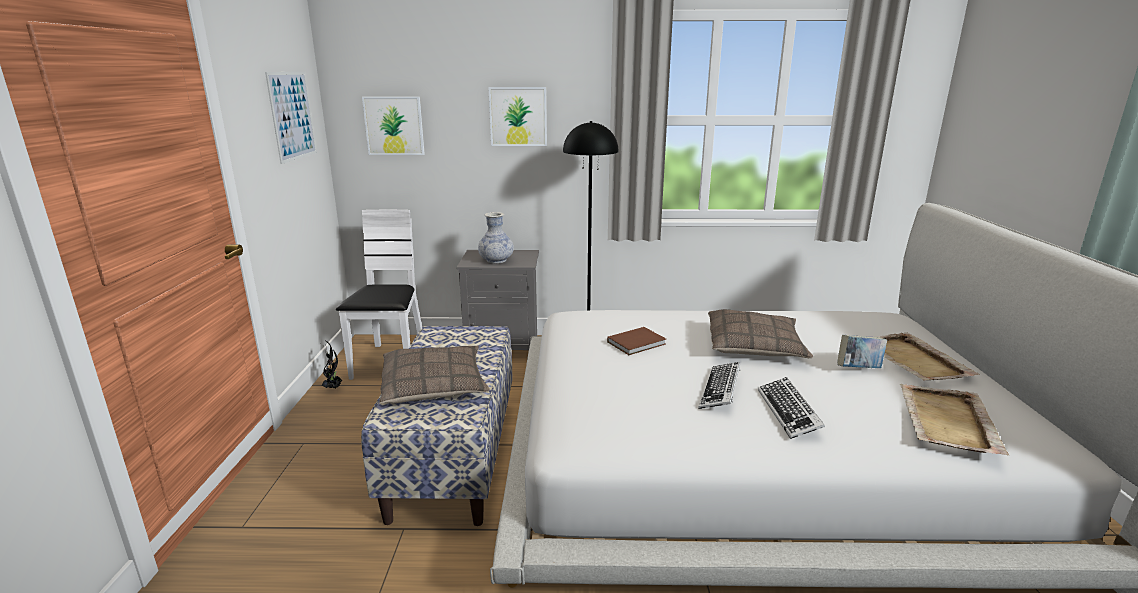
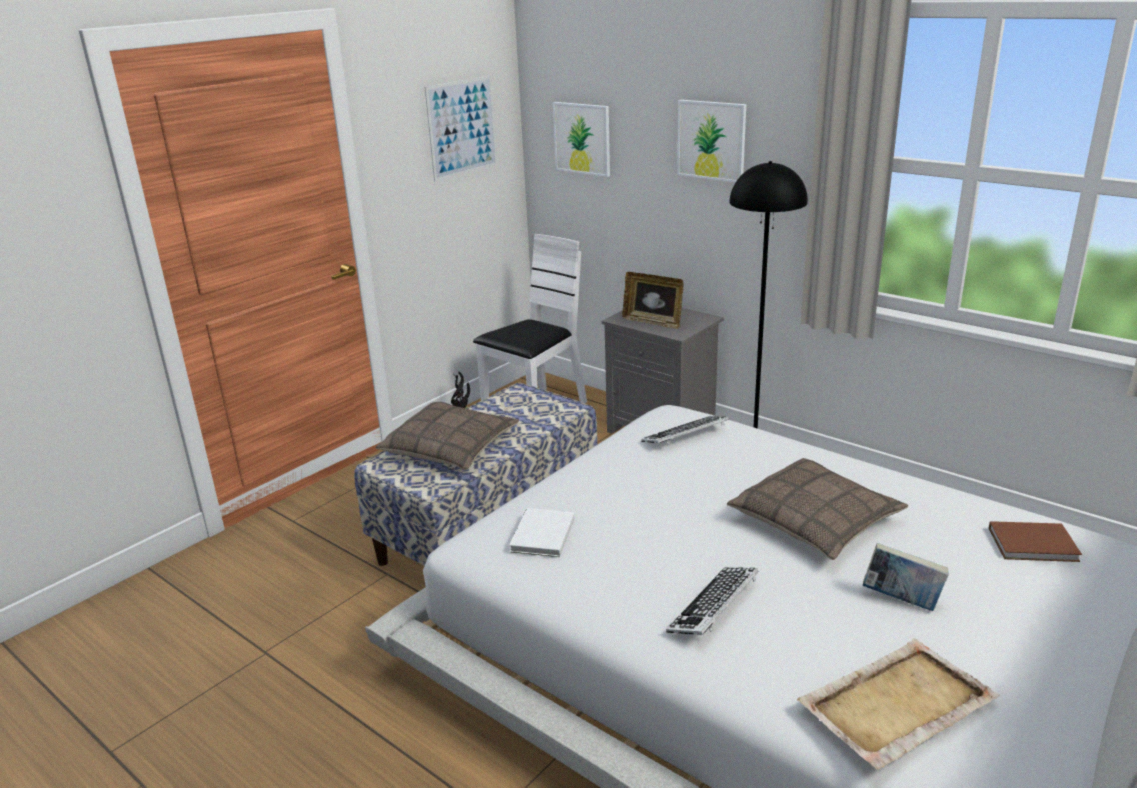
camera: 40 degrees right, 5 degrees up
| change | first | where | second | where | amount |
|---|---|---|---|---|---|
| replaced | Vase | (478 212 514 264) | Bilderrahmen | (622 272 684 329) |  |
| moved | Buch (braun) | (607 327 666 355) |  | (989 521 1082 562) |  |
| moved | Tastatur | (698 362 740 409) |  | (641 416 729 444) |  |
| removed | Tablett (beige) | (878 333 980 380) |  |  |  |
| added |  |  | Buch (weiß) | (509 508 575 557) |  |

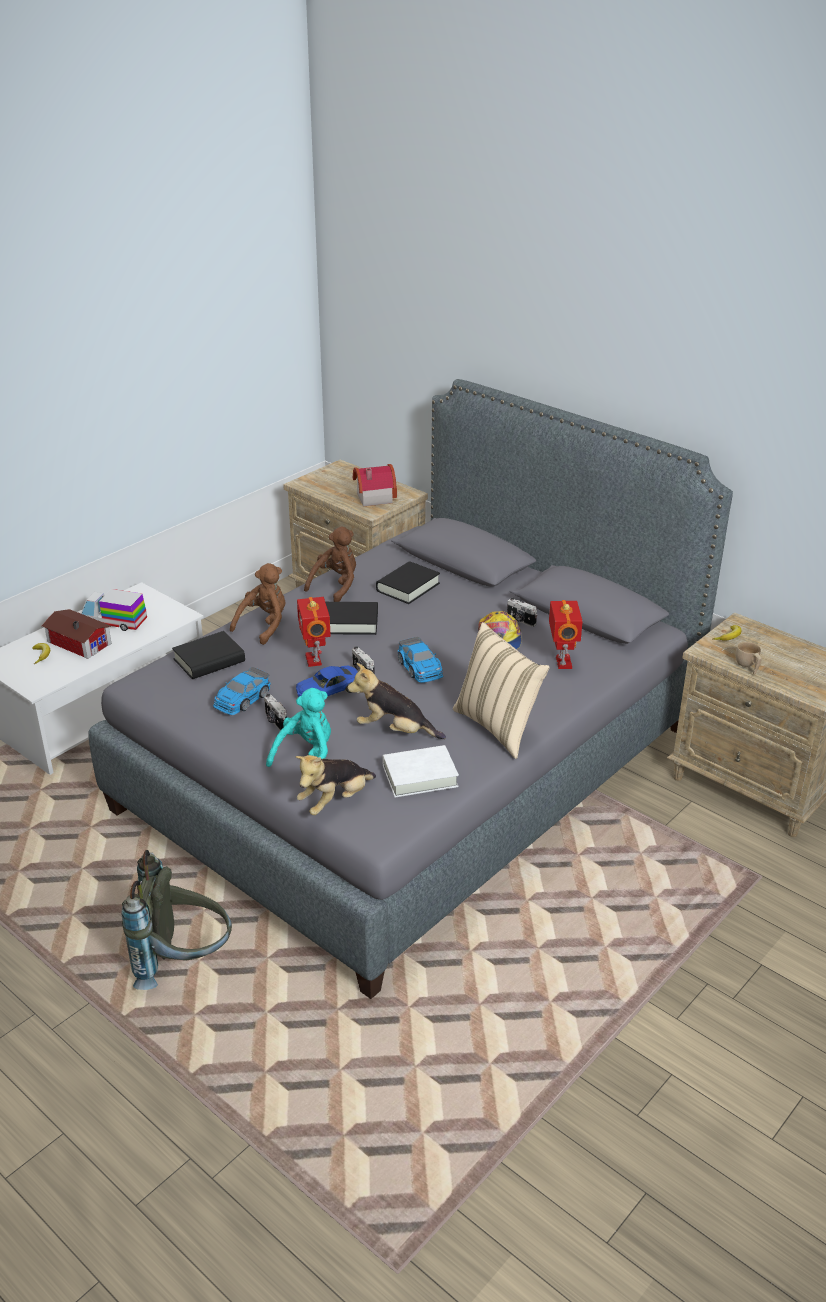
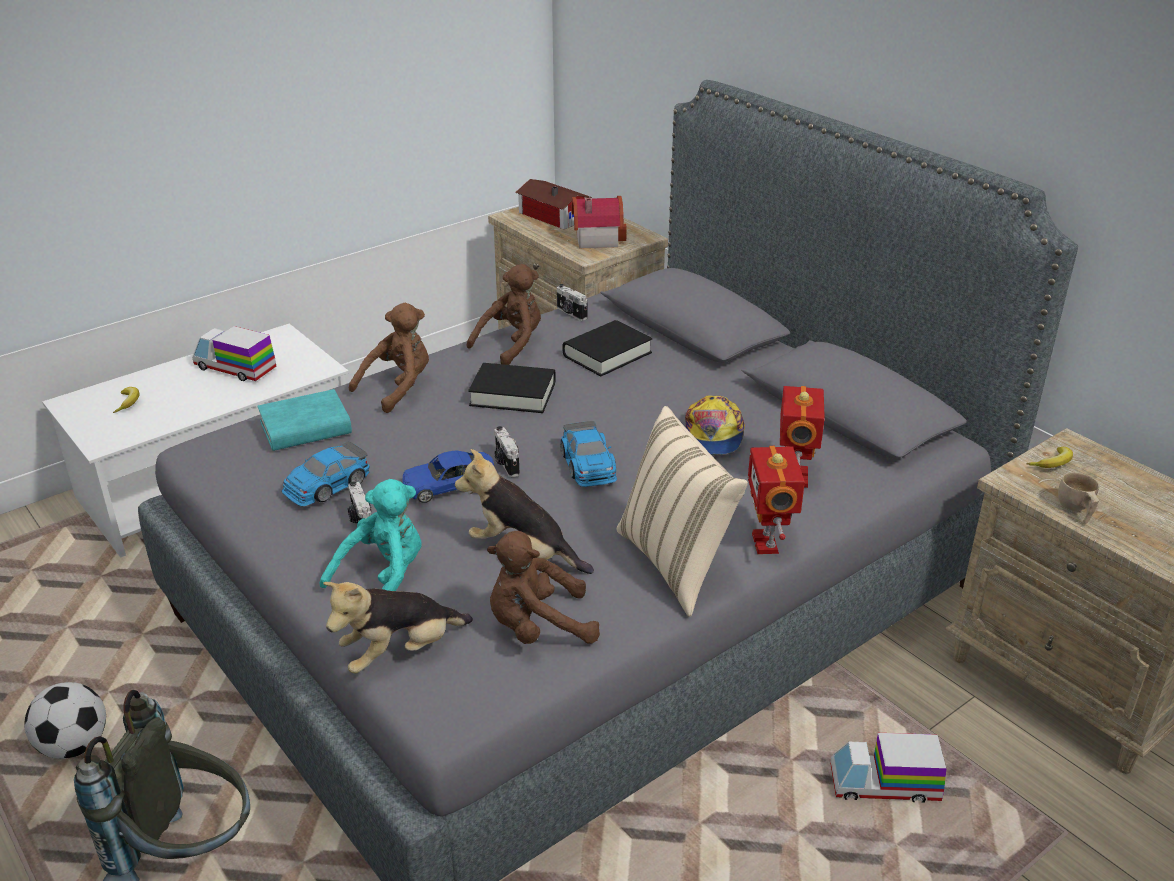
camera: 10 degrees right, 0 degrees up
| change | first | where | second | where | amount |
|---|---|---|---|---|---|
| moved | Spielzeughaus | (41 609 112 659) |  | (515 179 592 229) |  |
| recoloured | Buch (schwarz) | (172 631 245 679) | Buch (türkis) | (257 389 352 451) |  |
| moved | Spielzeugroboter | (297 597 331 667) |  | (748 446 805 554) |  |
| replaced | Buch (weiß) | (382 745 459 797) | Plüschtier (braun) | (487 531 600 644) |  |
| moved | Kamera | (507 598 537 627) |  | (557 284 587 321) |  |
| added |  |  | Fußball | (24 682 106 759) |  |
| added |  |  | Spielzeuglaster | (830 733 947 803) |  |

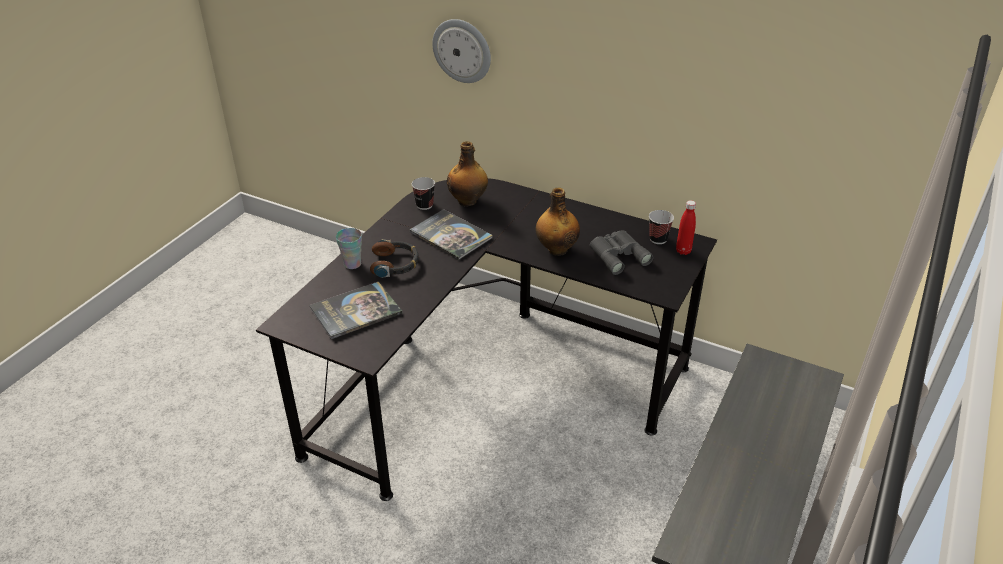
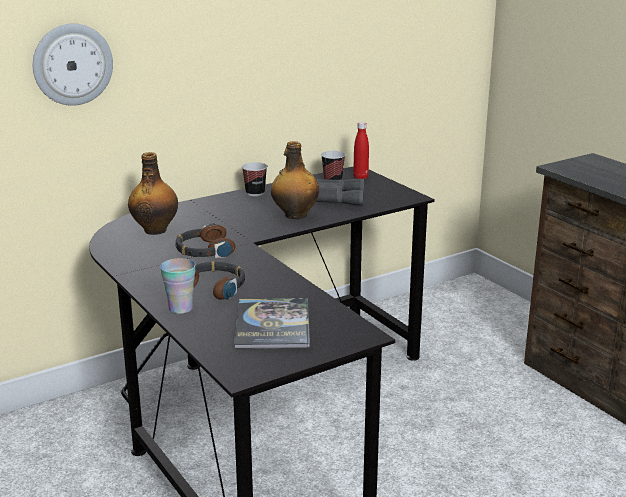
camera: 60 degrees left, 15 degrees down
| change | first | where | second | where | amount |
|---|---|---|---|---|---|
| replaced | Buch | (409 209 493 260) | Kopfhörer | (175 223 235 258) |  |
| moved | Tasse | (412 177 435 210) |  | (242 162 267 196) |  |

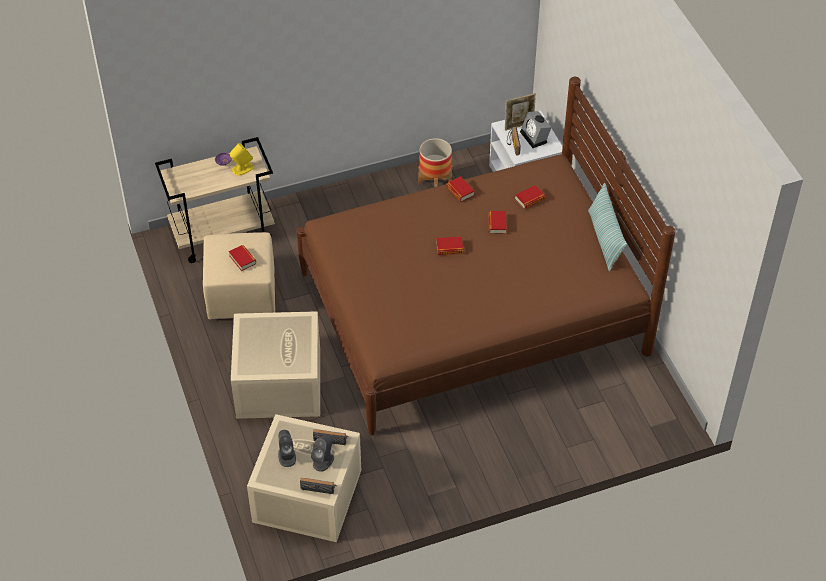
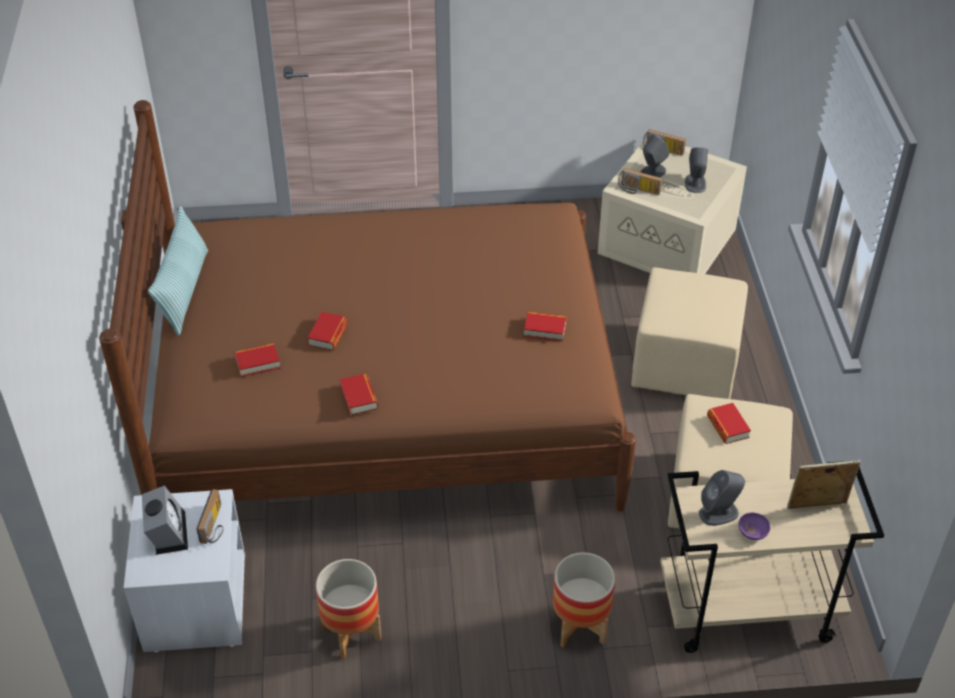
camera: 165 degrees left, 5 degrees down
| change | first | where | second | where | amount |
|---|---|---|---|---|---|
| recoloured | Lautsprecher (gelb) | (230 143 254 176) | Lautsprecher (grau) | (699 470 745 526) |  |
| replaced | Aufbewahrungsbox (beige) | (231 311 320 419) | Polsterhocker (beige) | (631 267 748 399) |  |
| moved | Buch | (436 237 463 255) |  | (524 312 567 341) |  |
| moved | Bilderrahmen | (505 93 536 131) |  | (787 460 861 509) |  |
| added |  |  | Pflanzkübel | (553 552 615 648) |  |

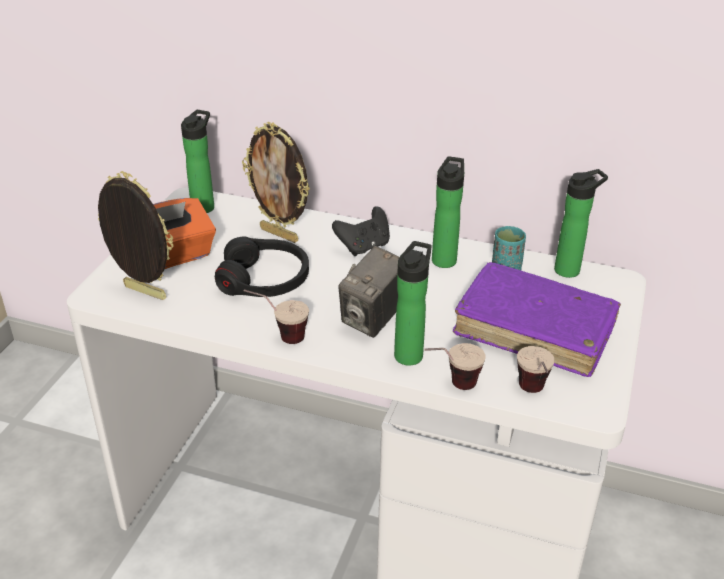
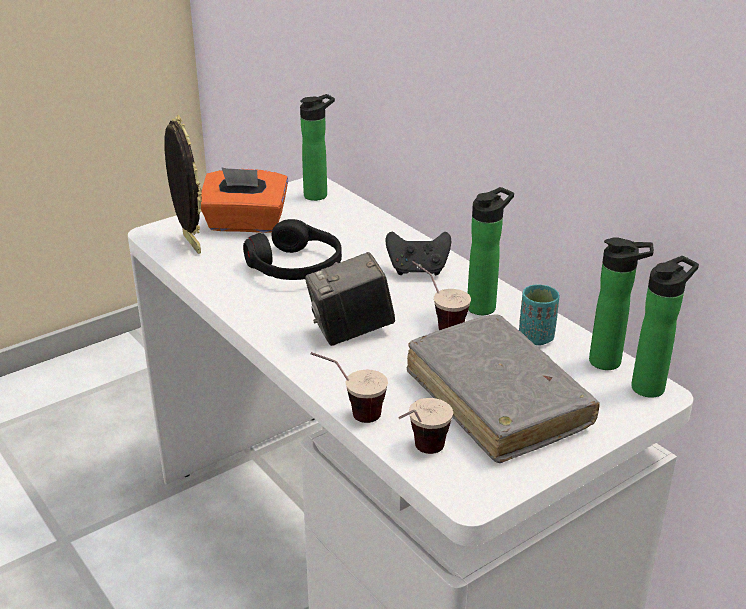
camera: 35 degrees right, 5 degrees down
| change | first | where | second | where | amount |
|---|---|---|---|---|---|
| removed | Bilderrahmen | (242 122 310 243) |  |  |  |
| moved | Tasse | (244 290 309 344) |  | (412 261 471 330) |  |
| moved | Flasche | (394 241 431 366) |  | (631 256 699 398) |  |
| recoloured | Buch (lila) | (453 262 621 377) | Buch (grau) | (407 314 600 463) |  |

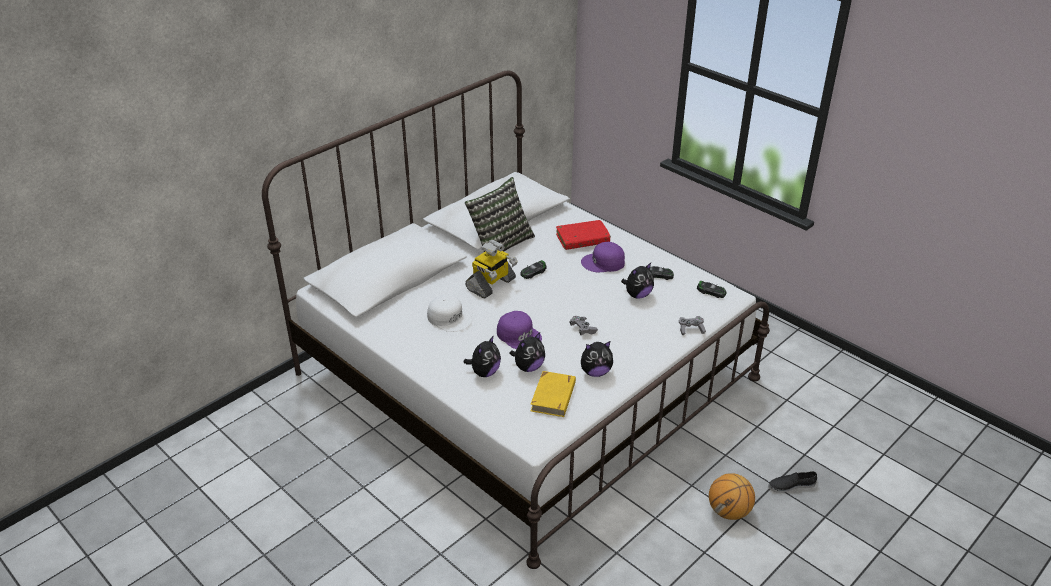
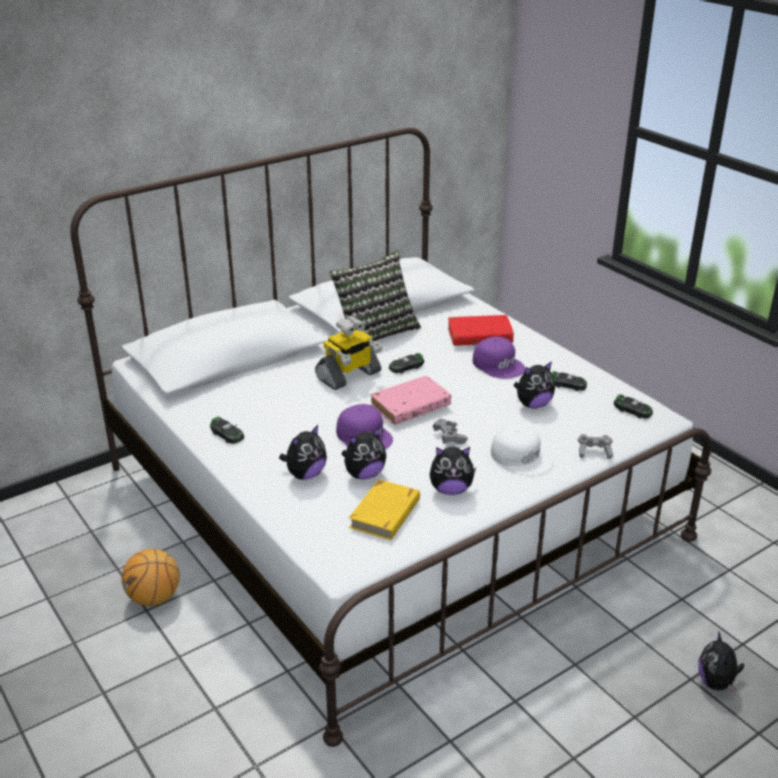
camera: 10 degrees right, 5 degrees down
| change | first | where | second | where | amount |
|---|---|---|---|---|---|
| moved | Kappe (weiß) | (427 295 472 332) |  | (491 424 553 476) |  |
| turned | Kappe (lila) | (581 242 625 272) |  | (473 337 526 379) | 135 degrees counterclockwise |
| moved | Basketball | (709 473 755 520) |  | (122 549 180 606) |  |
| replaced | Schuh (schwarz) | (768 471 817 493) | Plüschtier | (698 631 745 693) |  |
| added |  |  | Spielzeugauto | (210 417 244 444) |  |
| added |  |  | Buch (rosa) | (371 376 451 424) |  |

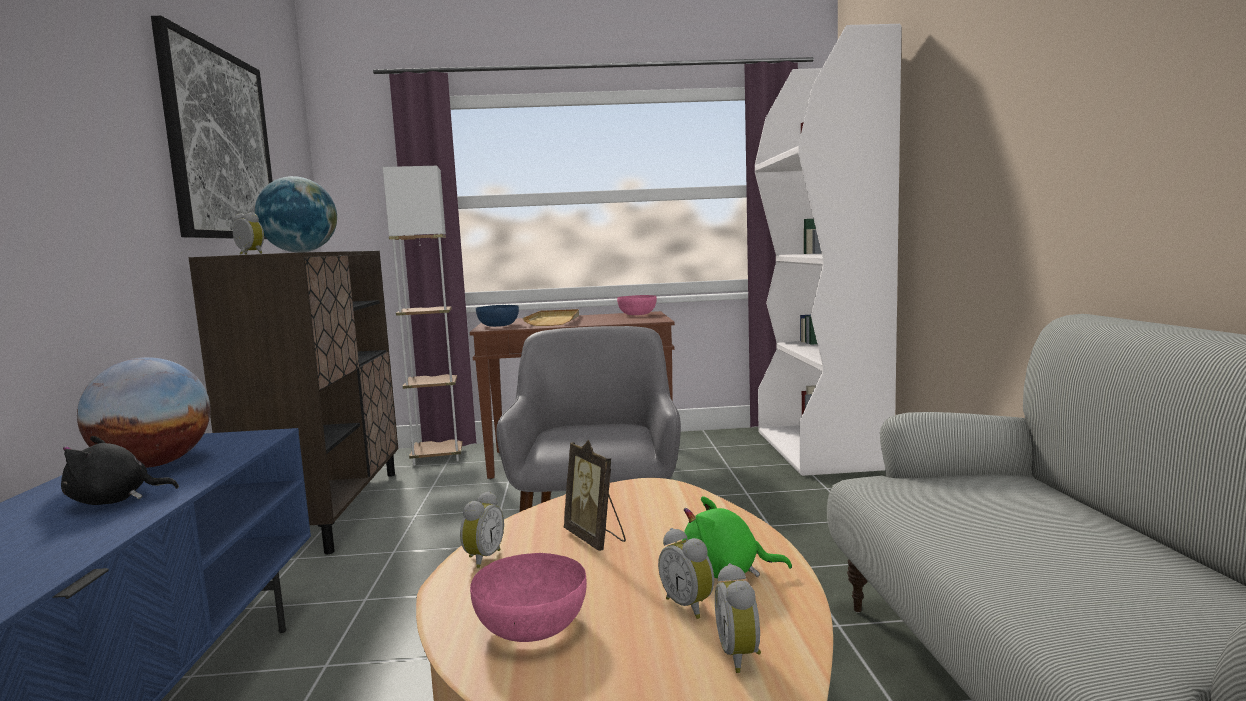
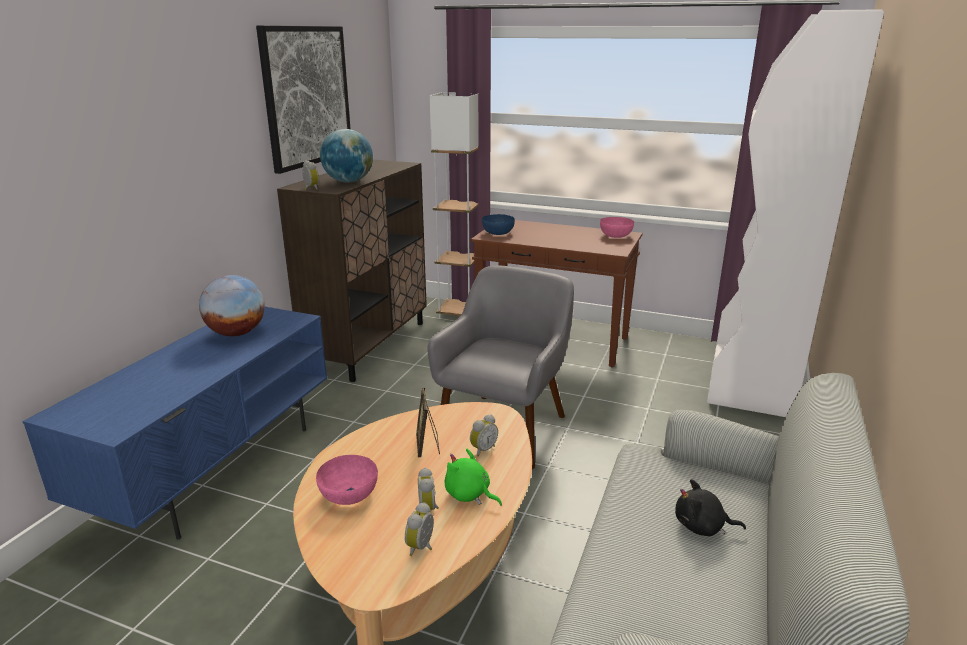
camera: 25 degrees right, 15 degrees up
| change | first | where | second | where | amount |
|---|---|---|---|---|---|
| moved | Plüschtier (schwarz) | (61 436 179 505) |  | (675 479 746 536) |  |
| moved | Wecker | (460 491 504 568) |  | (470 414 498 456) |  |
| removed | Tablett (beige) | (523 309 579 326) |  |  |  |

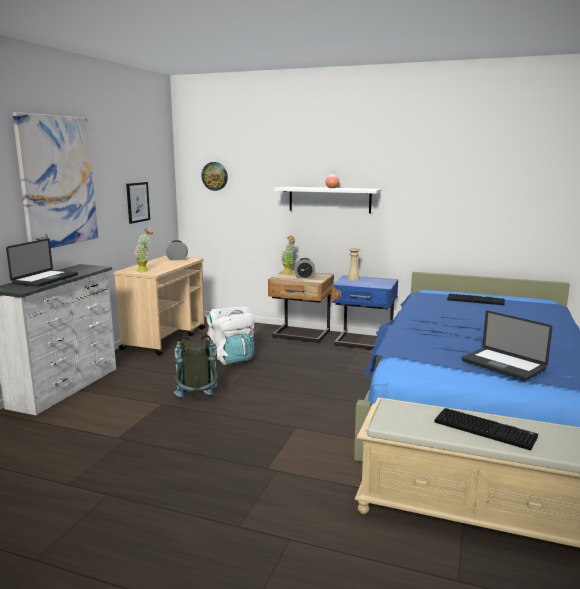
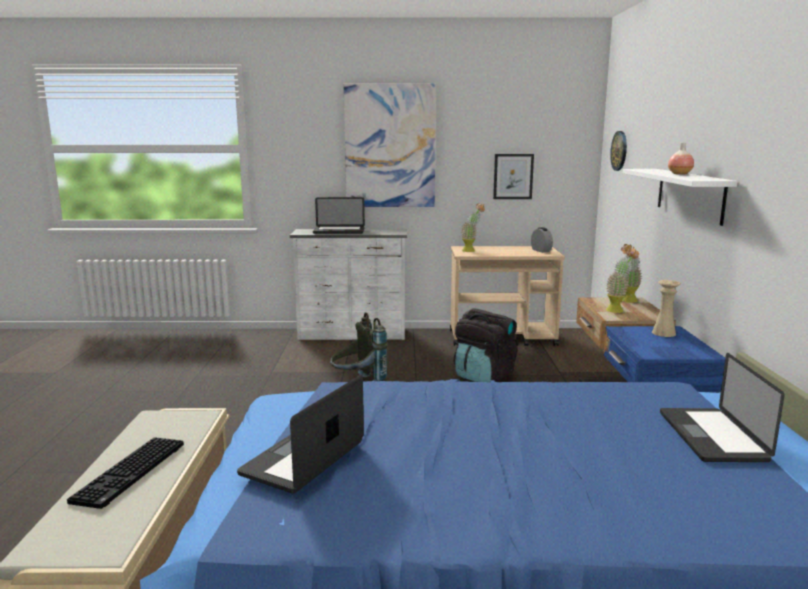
camera: 70 degrees right, 0 degrees up
| change | first | where | second | where | amount |
|---|---|---|---|---|---|
| recoloured | Rucksack (weiß) | (207 306 255 365) | Rucksack (schwarz) | (453 309 517 382) |  |
| replaced | Wecker | (294 258 316 278) | Topfpflanze | (606 249 639 313) |  |
| replaced | Tastatur | (447 294 505 305) | Laptop | (660 353 785 462) |  |

